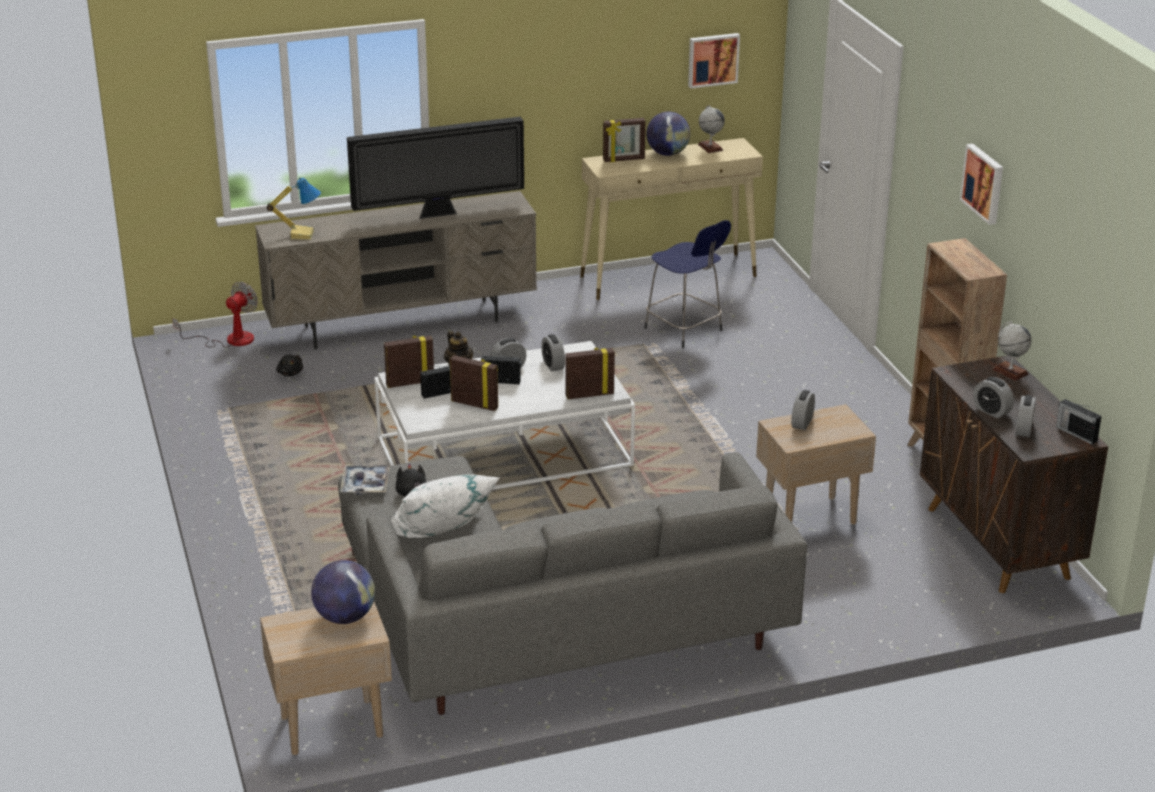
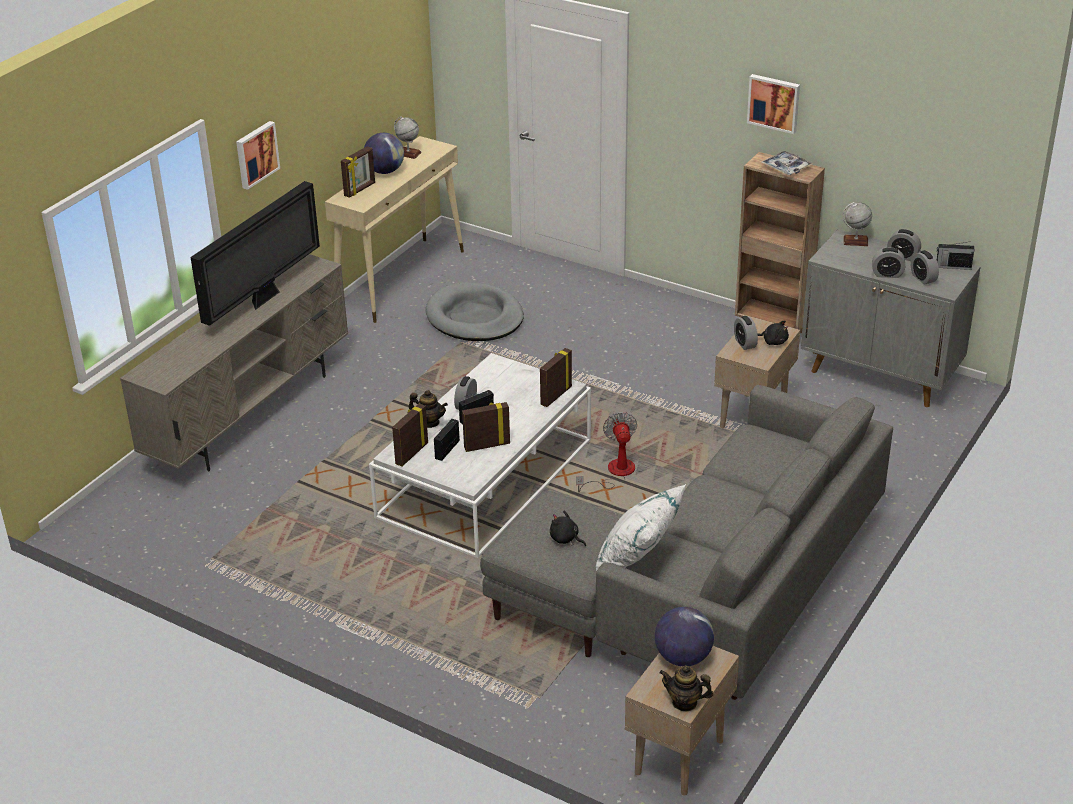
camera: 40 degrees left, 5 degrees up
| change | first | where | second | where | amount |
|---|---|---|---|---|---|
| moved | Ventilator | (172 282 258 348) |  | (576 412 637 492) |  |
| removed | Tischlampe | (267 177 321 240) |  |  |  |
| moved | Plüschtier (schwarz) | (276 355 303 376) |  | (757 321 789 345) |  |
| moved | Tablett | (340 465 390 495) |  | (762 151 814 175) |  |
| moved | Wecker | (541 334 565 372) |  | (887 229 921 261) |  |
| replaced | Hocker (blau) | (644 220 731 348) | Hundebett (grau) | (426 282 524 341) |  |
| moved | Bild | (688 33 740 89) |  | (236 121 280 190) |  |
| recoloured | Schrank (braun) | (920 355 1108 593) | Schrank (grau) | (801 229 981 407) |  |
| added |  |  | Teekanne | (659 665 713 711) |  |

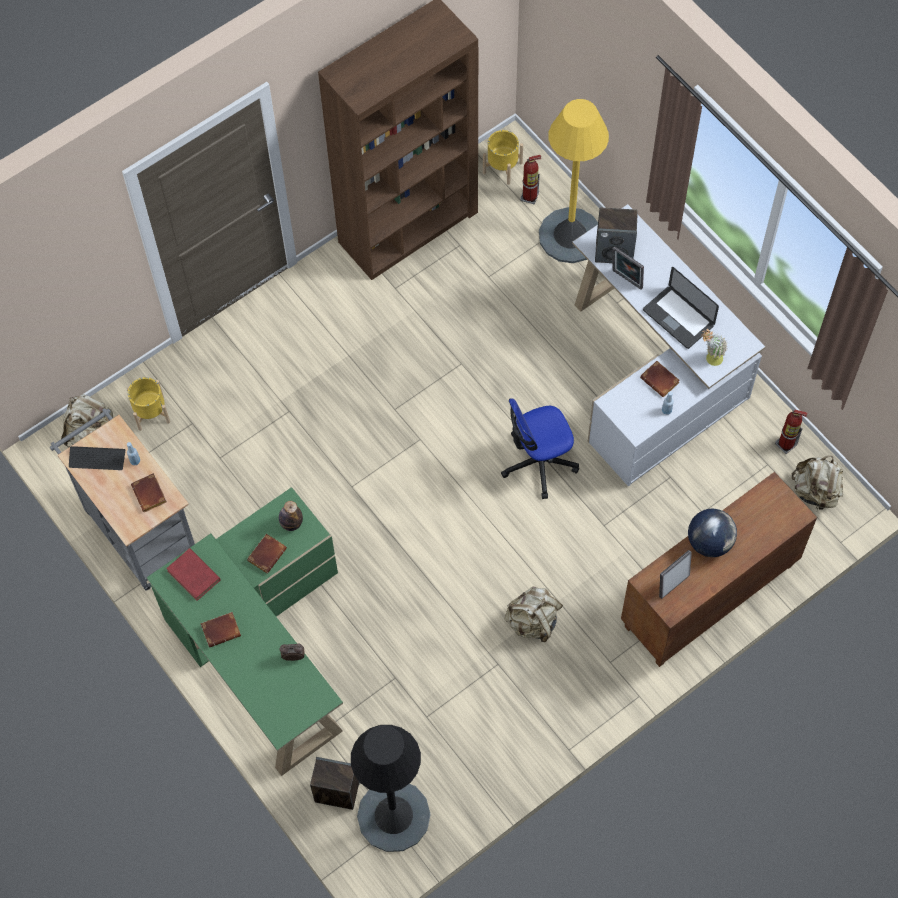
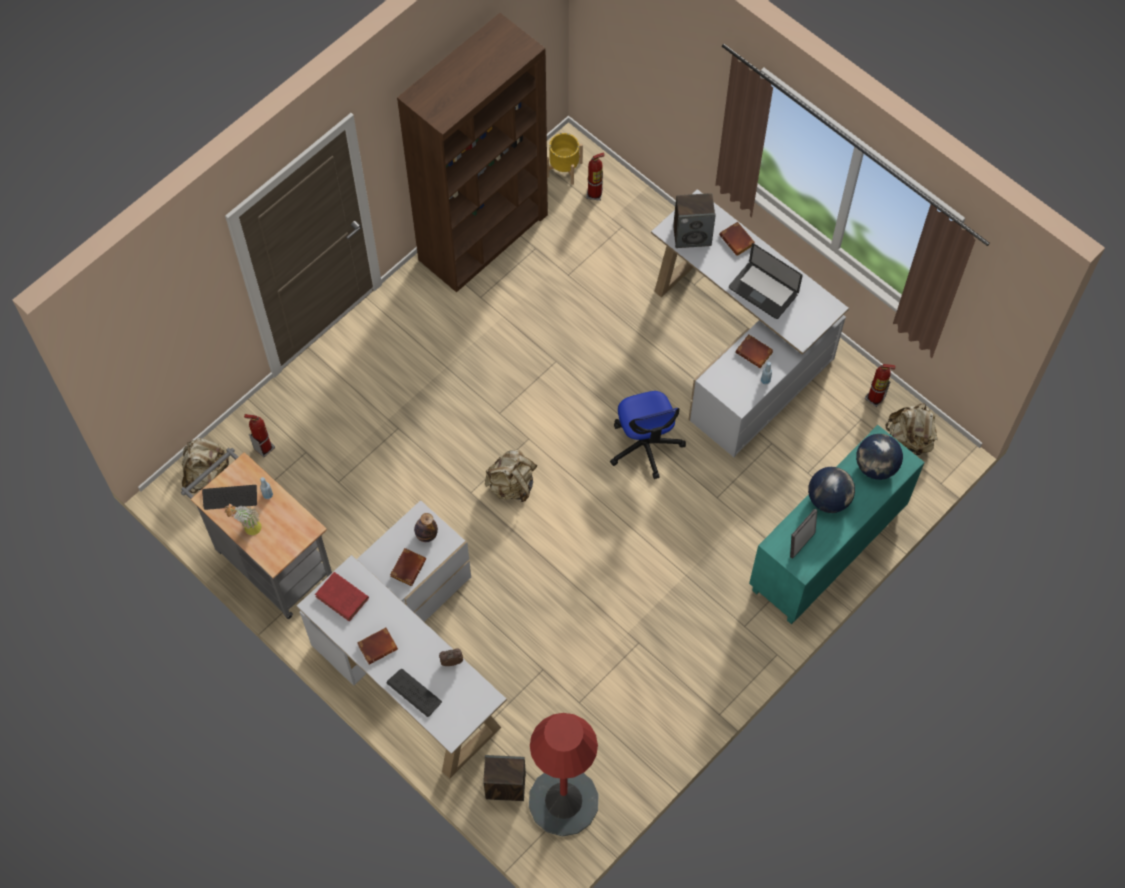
camera: 10 degrees left, 0 degrees up
| change | first | where | second | where | amount |
|---|---|---|---|---|---|
| replaced | Pflanzkübel (gelb) | (127 377 170 431) | Feuerlöscher | (244 414 275 458) |  |
| moved | Buch (braun) | (131 473 167 512) |  | (719 222 755 256) |  |
| recoloured | Schreibtisch (grün) | (147 487 343 776) | Schreibtisch (weiß) | (296 500 507 779) |  |
| recoloured | Stehlampe (schwarz) | (351 725 431 852) | Stehlampe (rot) | (529 713 599 836) |  |
| turned | Bürostuhl | (501 398 579 499) |  | (610 391 686 479) | 75 degrees counterclockwise |
| moved | Rucksack (beige) | (505 586 563 642) |  | (485 450 537 502) |  |
| removed | Stehlampe (gelb) | (539 99 609 263) |  |  |  |
| removed | Bilderrahmen | (612 246 644 290) |  |  |  |
| recoloured | Schrank (braun) | (621 472 817 667) | Schrank (türkis) | (749 425 925 624) |  |
| moved | Topfpflanze | (701 329 727 366) |  | (225 504 262 535) |  |
| added |  |  | Tastatur | (386 669 442 717) |  |
| added |  |  | Globus | (856 434 903 480) |  |

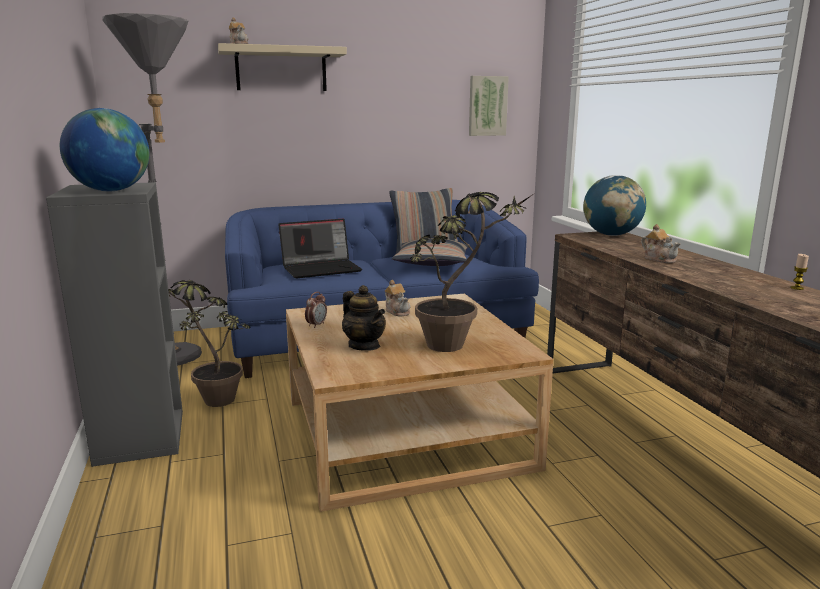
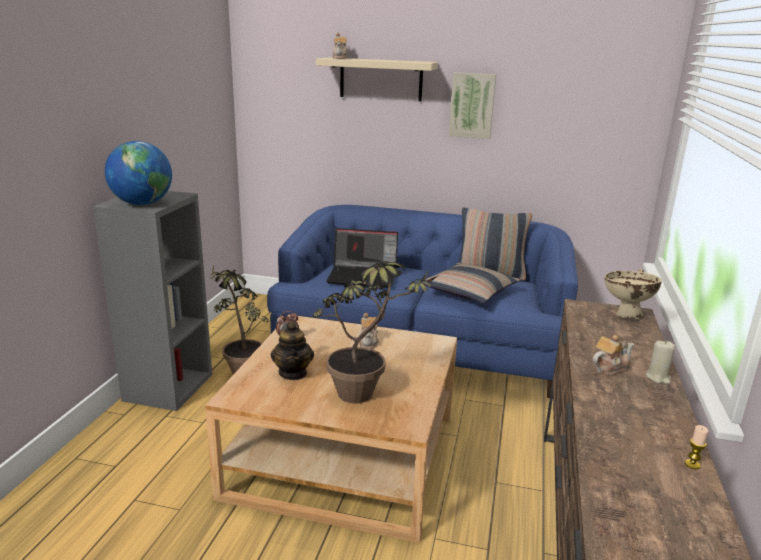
camera: 30 degrees right, 5 degrees up
| change | first | where | second | where | amount |
|---|---|---|---|---|---|
| removed | Stehlampe (grau) | (102 13 202 366) |  |  |  |
| moved | Bild | (469 76 509 136) |  | (449 72 496 139) |  |
| replaced | Globus | (583 175 646 236) | Schüssel (beige) | (604 269 662 319) |  |
| turned | Teekanne | (641 224 681 263) |  | (593 335 634 376) | 120 degrees counterclockwise |
| added |  |  | Kerze (beige) | (646 340 675 384) |  |

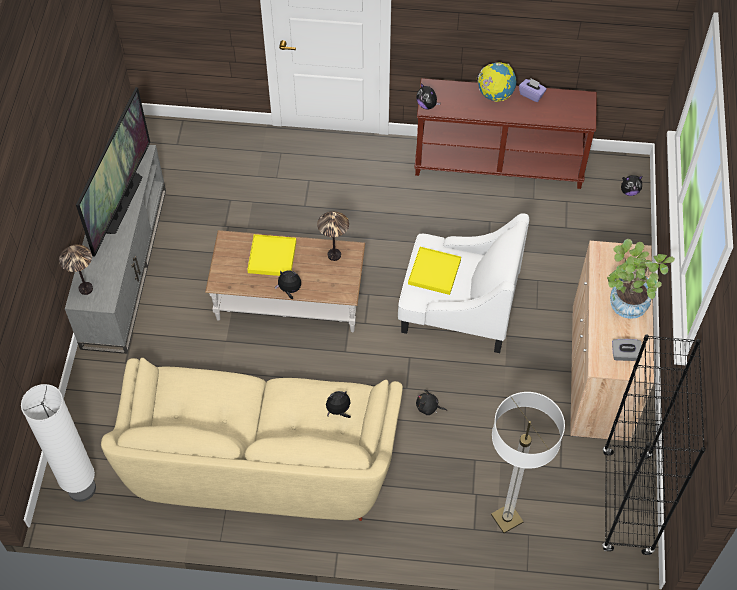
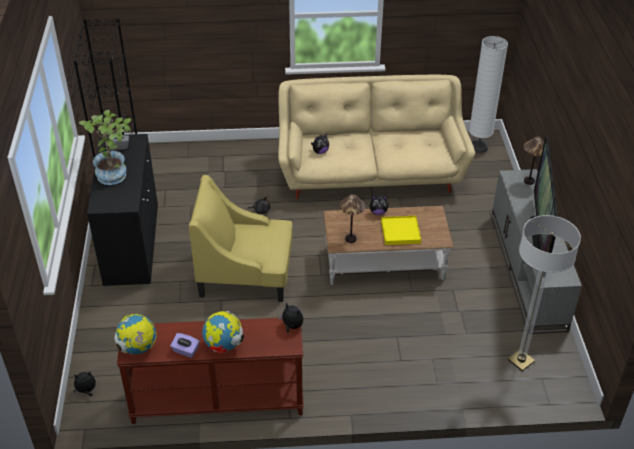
camera: 170 degrees right, 15 degrees down
| change | first | where | second | where | amount |
|---|---|---|---|---|---|
| recoloured | Sessel (weiß) | (398 213 529 353) | Sessel (gelb) | (189 175 293 302) |  |
| removed | Tablett (gelb) | (408 247 461 295) |  |  |  |
| moved | Stehlampe | (491 392 565 533) |  | (508 215 581 371) |  |
| recoloured | Schrank (beige) | (570 241 654 442) | Schrank (schwarz) | (87 134 158 287) |  |
| added |  |  | Globus | (114 314 157 354) |  |

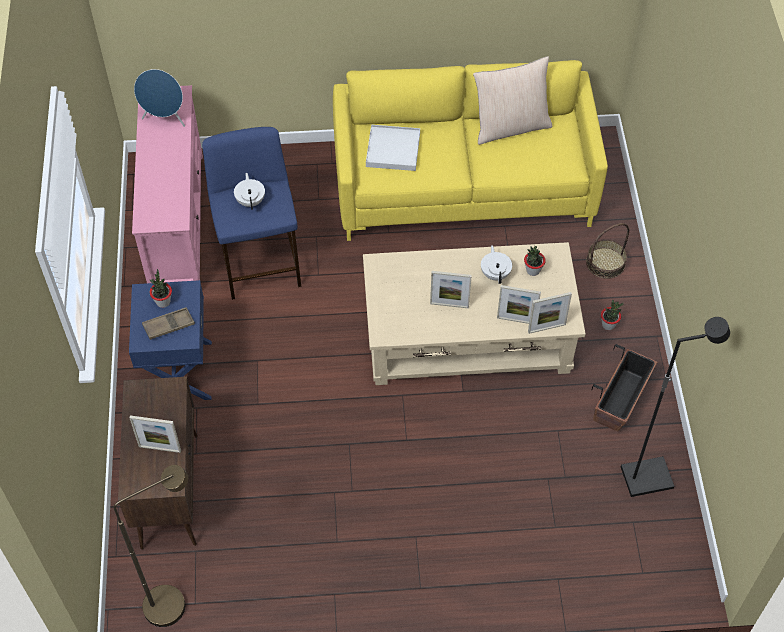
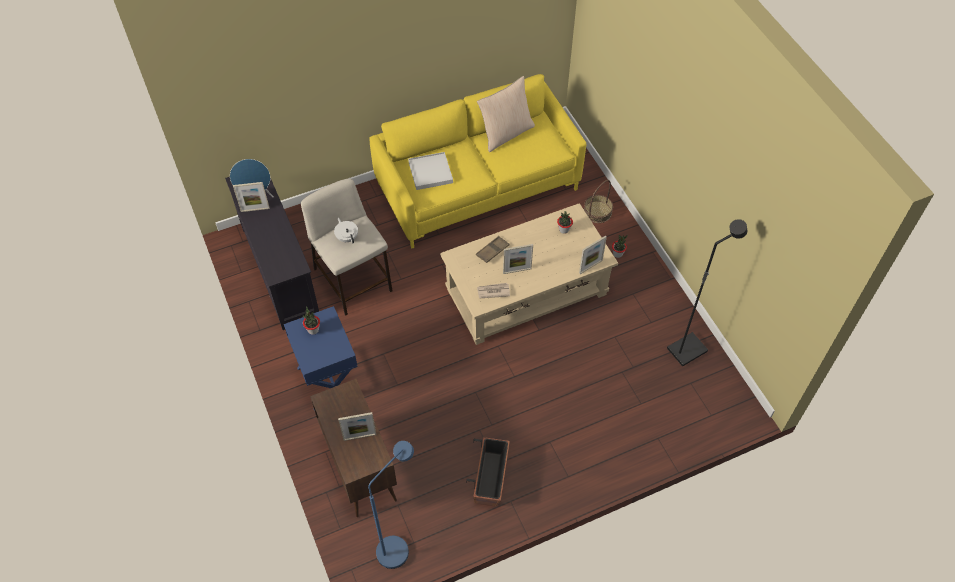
camera: 20 degrees left, 0 degrees up
| change | first | where | second | where | amount |
|---|---|---|---|---|---|
| recoloured | Stehlampe (braun) | (114 465 188 627) | Stehlampe (blau) | (368 441 414 569) |  |
| recoloured | Fernsehschrank (rosa) | (132 85 203 283) | Fernsehschrank (schwarz) | (225 177 319 330) |  |
| moved | Tablett (braun) | (142 307 195 340) |  | (476 236 510 263) |  |
| recoloured | Hocker (blau) | (202 127 301 300) | Hocker (beige) | (301 178 393 315) |  |
| removed | Teekanne (weiß) | (481 245 512 284) |  |  |  |
| moved | Bilderrahmen | (497 285 541 324) |  | (233 182 270 212) |  |
| moved | Pflanzkübel | (591 344 657 432) |  | (466 437 510 506) |  |
| added |  |  | Zeitung | (477 283 510 298) |  |

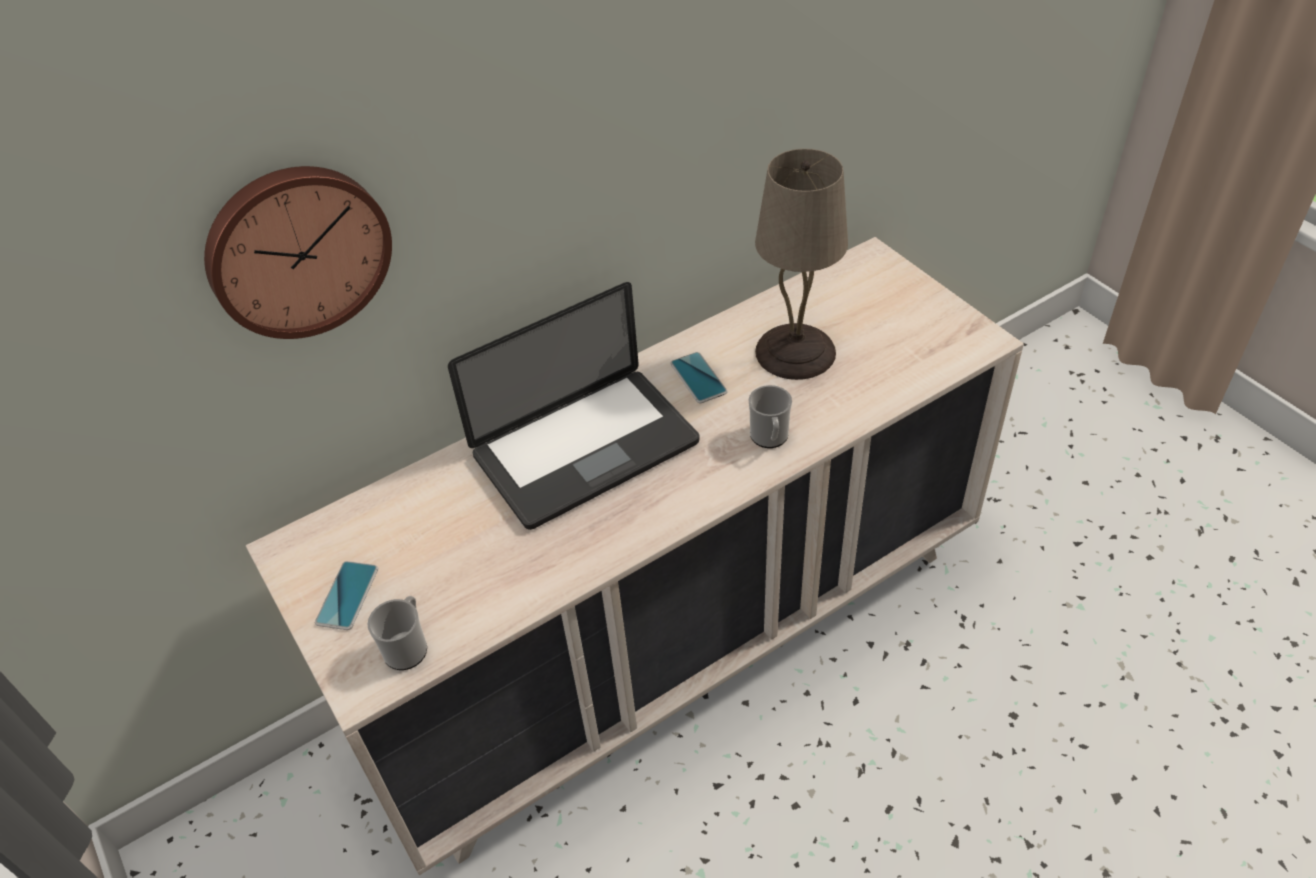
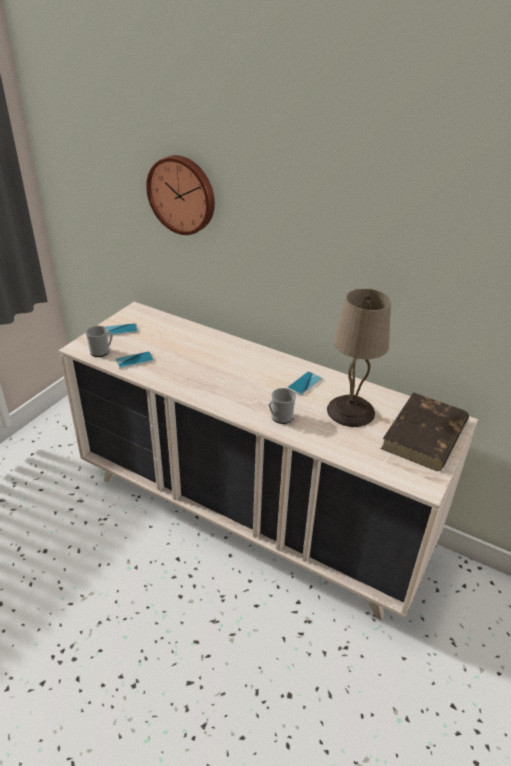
camera: 60 degrees right, 10 degrees down
| change | first | where | second | where | amount |
|---|---|---|---|---|---|
| removed | Laptop | (448 282 700 530) |  |  |  |
| added |  |  | Handy | (115 351 154 369) |  |
| added |  |  | Buch (braun) | (381 392 469 471) |  |

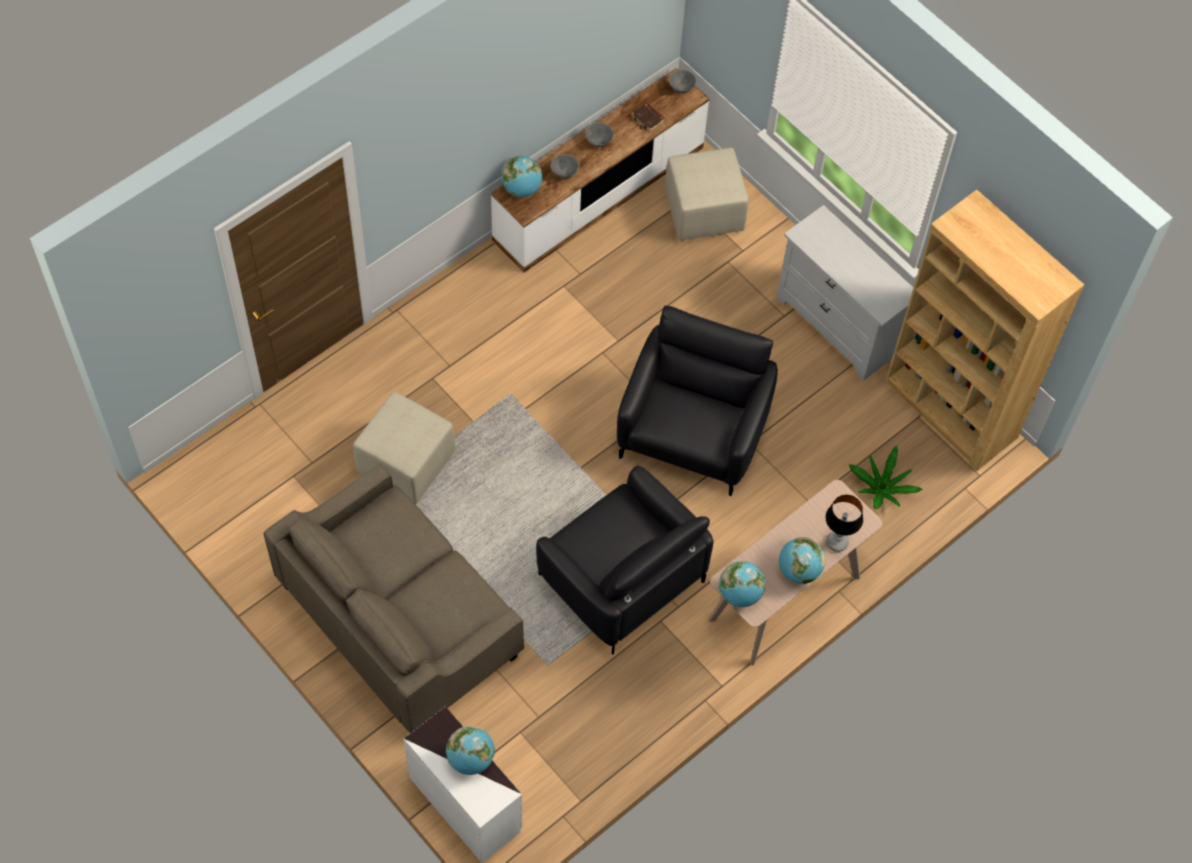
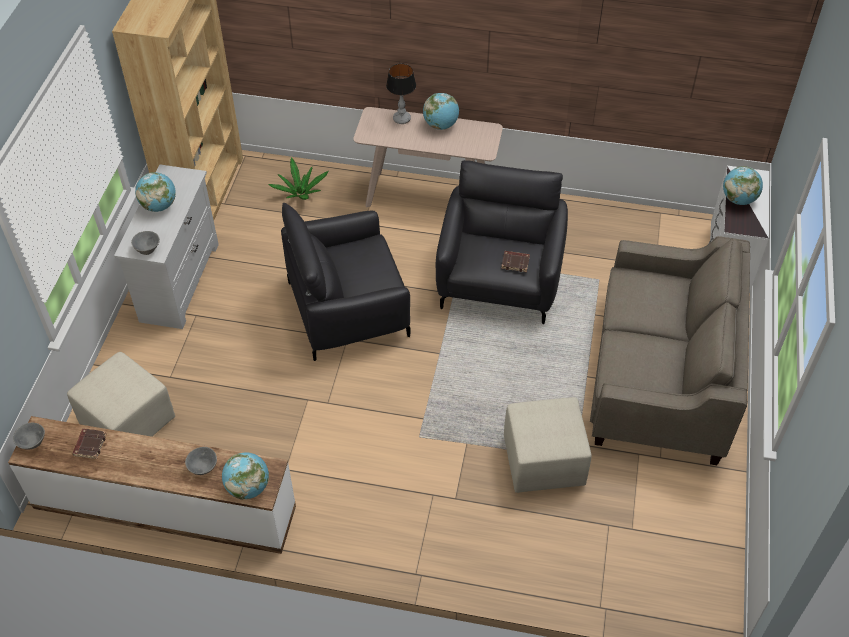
camera: 125 degrees left, 10 degrees down
| change | first | where | second | where | amount |
|---|---|---|---|---|---|
| moved | Schüssel (grau) | (586 123 614 147) |  | (131 231 160 255) |  |
| moved | Globus | (719 561 765 607) |  | (135 172 176 212) |  |
| added |  |  | Buch (braun) | (501 251 530 272) |  |

